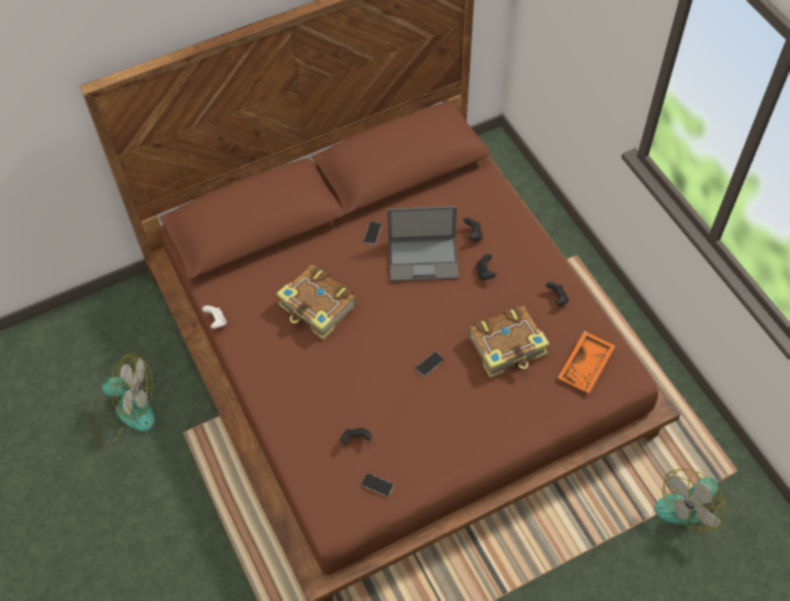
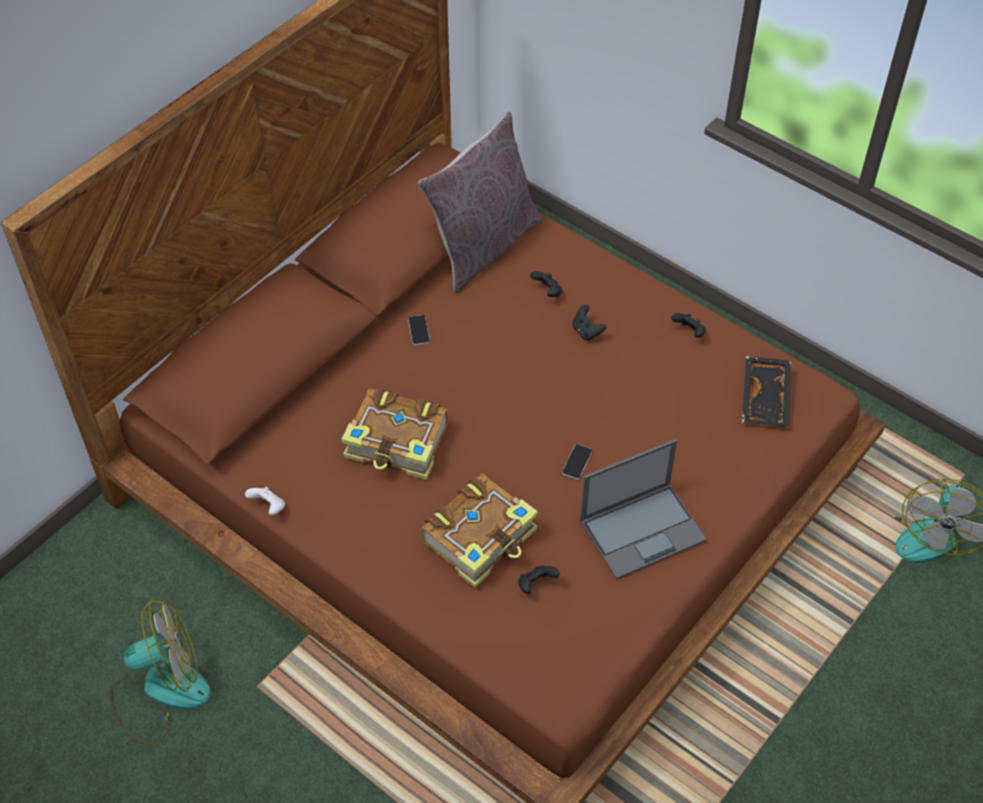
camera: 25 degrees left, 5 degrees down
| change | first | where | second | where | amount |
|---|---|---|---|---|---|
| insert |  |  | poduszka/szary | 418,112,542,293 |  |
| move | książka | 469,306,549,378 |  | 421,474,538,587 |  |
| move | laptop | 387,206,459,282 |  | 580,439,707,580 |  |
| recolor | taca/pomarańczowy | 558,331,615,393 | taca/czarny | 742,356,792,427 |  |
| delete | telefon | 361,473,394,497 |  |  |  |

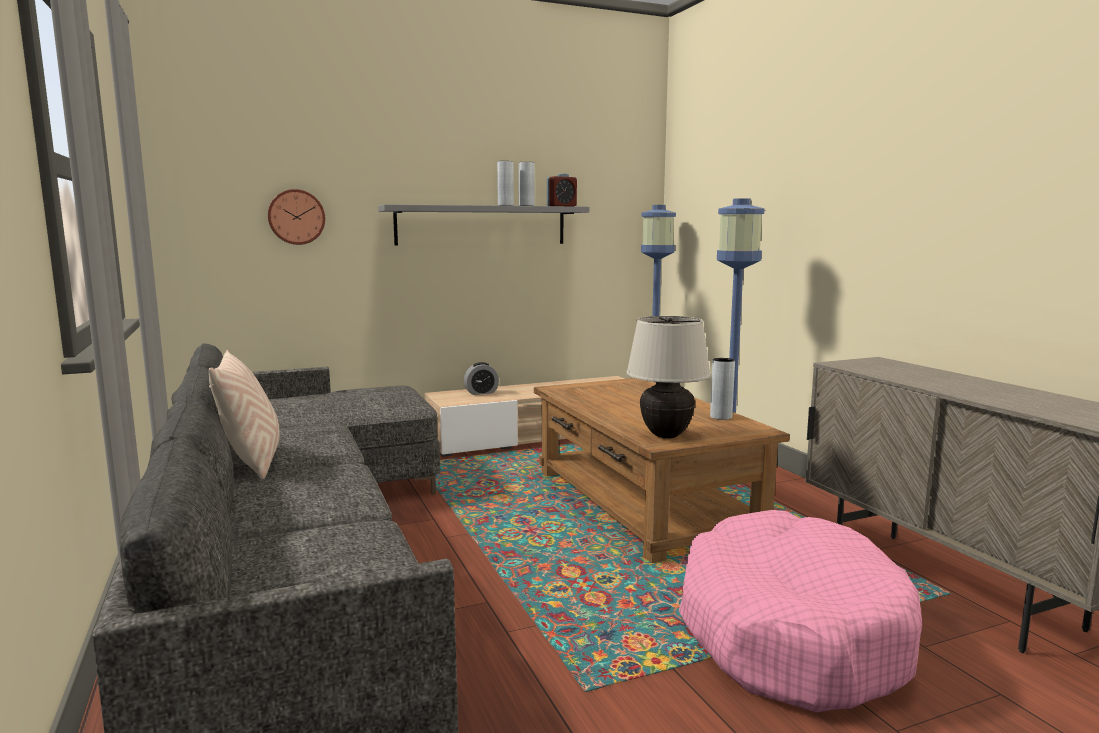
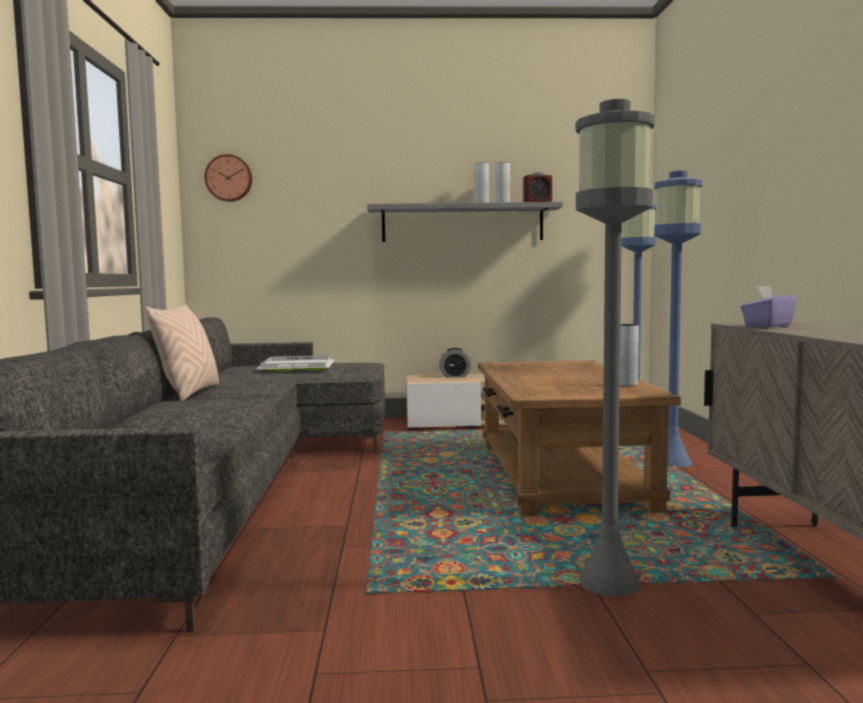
camera: 20 degrees right, 5 degrees down
| change | first | where | second | where | amount |
|---|---|---|---|---|---|
| move | zegar ścienny | 268,189,325,245 |  | 204,154,252,202 |  |
| insert |  |  | taca/biały | 256,355,335,372 |  |
| replace | legowisko/różowy | 679,510,922,712 | lampa stojąca/szary | 575,99,655,596 |  |
| insert |  |  | pudełko chusteczek/fioletowy | 740,285,797,328 |  |
| delete | lampa stołowa/beżowy | 626,316,711,439 |  |  |  |

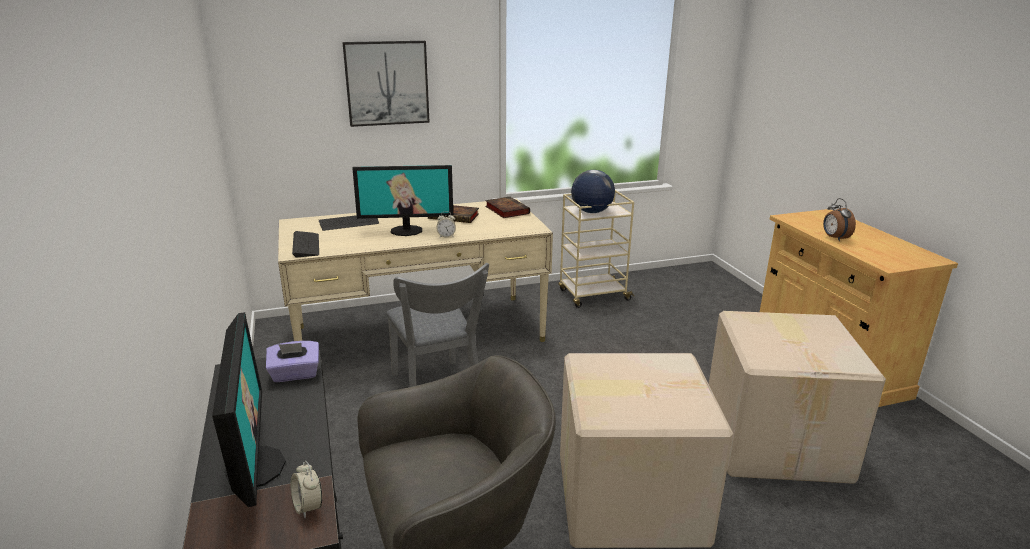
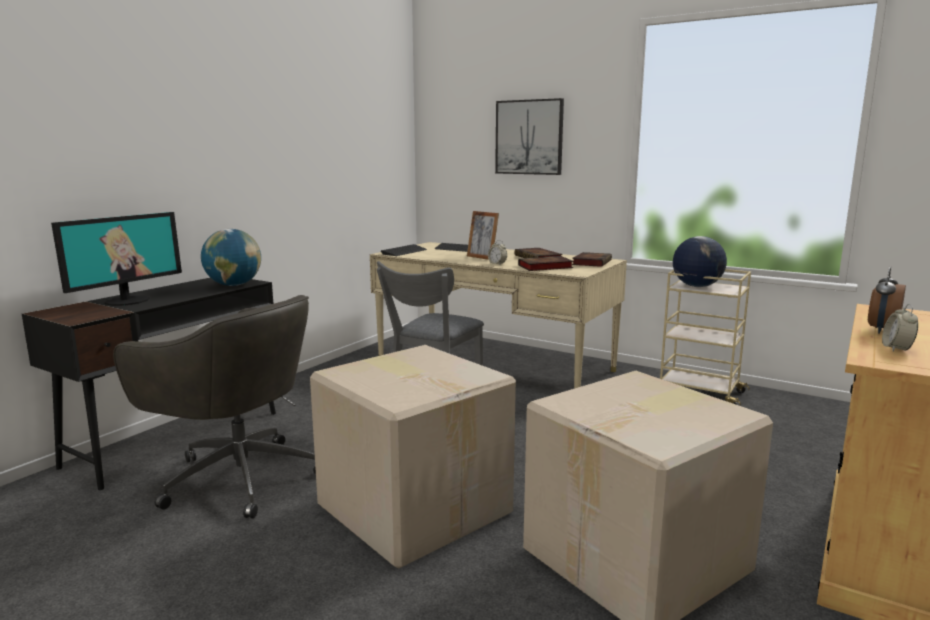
camera: 50 degrees right, 10 degrees down
| change | first | where | second | where | amount |
|---|---|---|---|---|---|
| replace | pudełko chusteczek/fioletowy | 266,341,319,382 | globus | 201,229,261,286 |  |
| replace | monitor | 352,165,453,236 | ramka na zdjęcie | 467,211,499,260 |  |
| insert |  |  | książka | 518,256,573,271 |  |
| move | budzik | 291,461,322,519 |  | 882,304,918,352 |  |

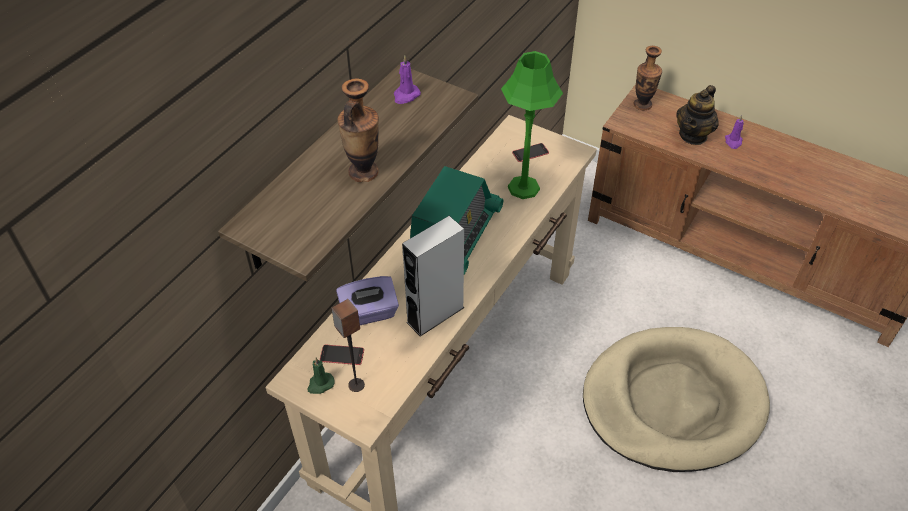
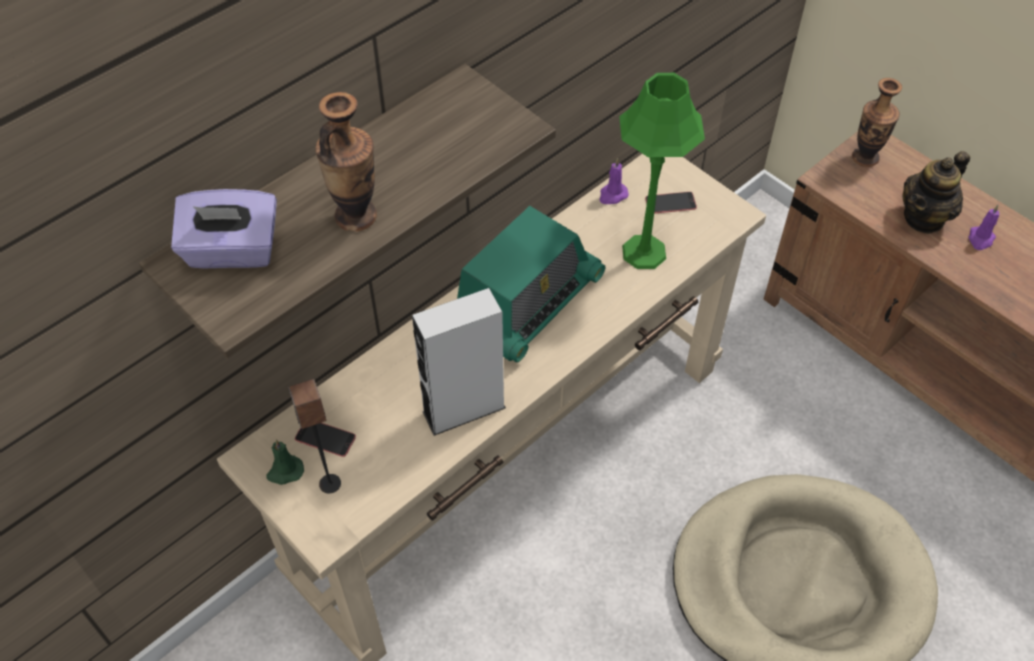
camera: 15 degrees right, 5 degrees up
| change | first | where | second | where | amount |
|---|---|---|---|---|---|
| move | pudełko chusteczek/fioletowy | 336,276,399,325 |  | 171,189,277,268 |  |
| move | świeca/fioletowy | 394,55,421,104 |  | 599,158,629,204 |  |

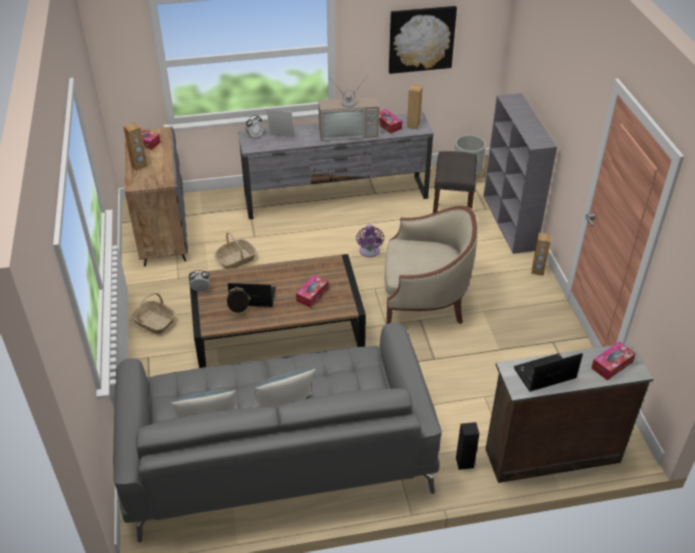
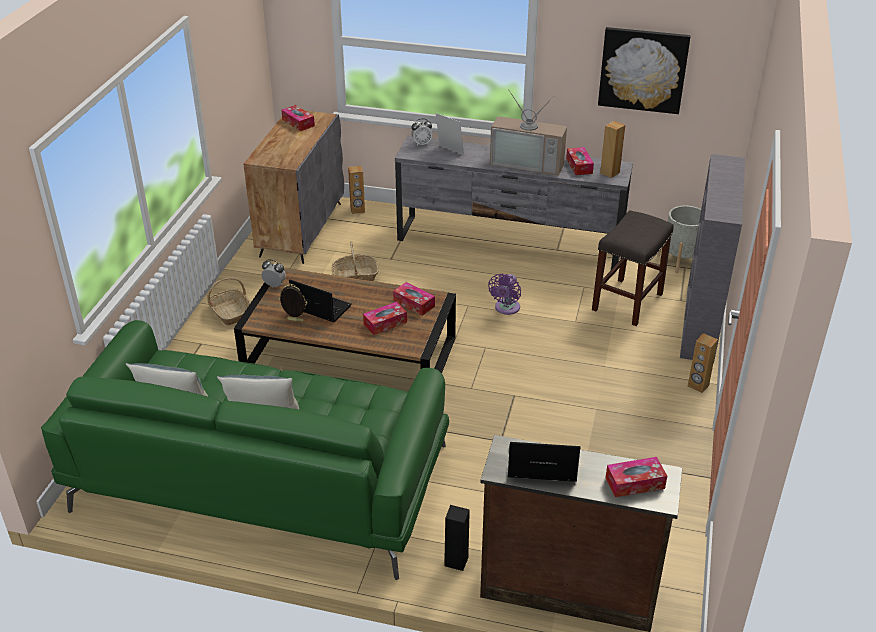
camera: 25 degrees right, 5 degrees down
| change | first | where | second | where | amount |
|---|---|---|---|---|---|
| recolor | kanapa/szary | 113,322,442,543 | kanapa/zielony | 41,320,449,580 |  |
| move | głośnik/brązowy | 123,122,148,171 |  | 348,166,365,214 |  |
| insert |  |  | pudełko chusteczek | 393,282,435,316 |  |
| delete | fotel/beżowy | 384,206,478,324 |  |  |  |

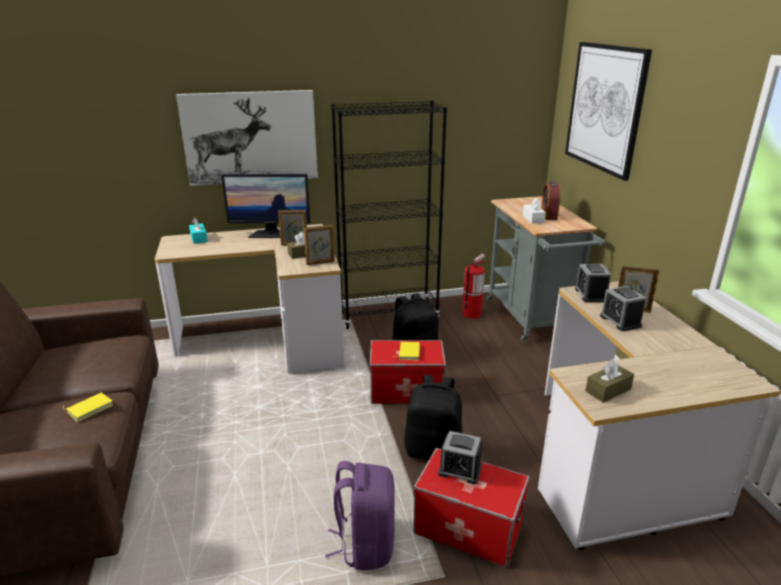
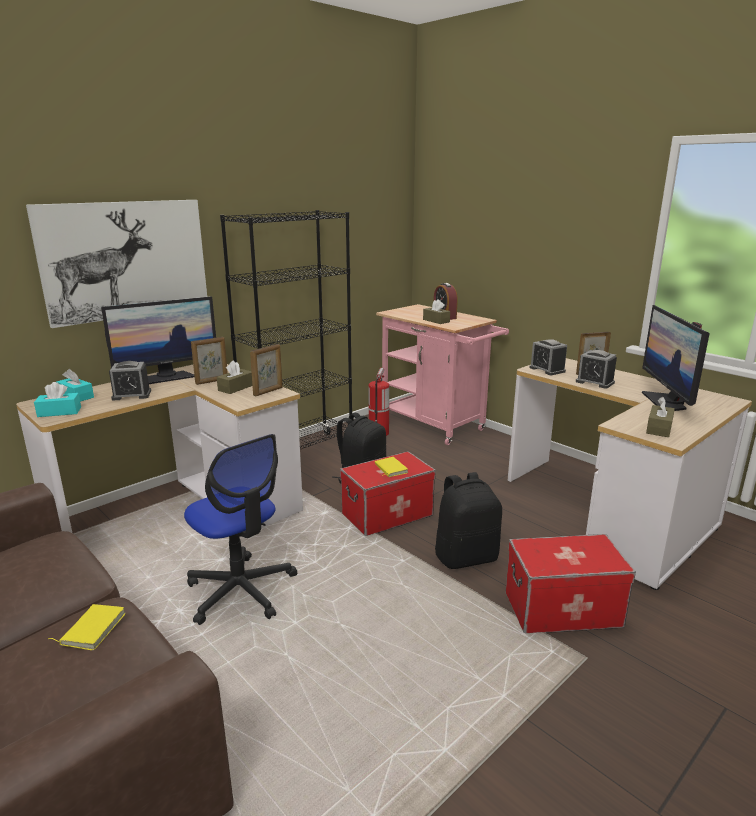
camera: 30 degrees left, 5 degrees down
| change | first | where | second | where | amount |
|---|---|---|---|---|---|
| insert |  |  | pudełko chusteczek/turkusowy | 34,382,81,417 |  |
| move | budzik | 438,431,482,484 |  | 109,361,151,401 |  |
| insert |  |  | krzesło biurowe | 184,434,297,625 |  |
| recolor | wózek/szary | 486,196,605,342 | wózek/różowy | 376,304,509,445 |  |
| recolor | pudełko chusteczek/biały | 523,198,546,224 | pudełko chusteczek/brązowy | 423,299,450,324 |  |
| insert |  |  | monitor | 642,305,710,411 |  |
| delete | plecak/fioletowy | 325,461,395,570 |  |  |  |
| delete | obraz | 565,42,652,181 |  |  |  |

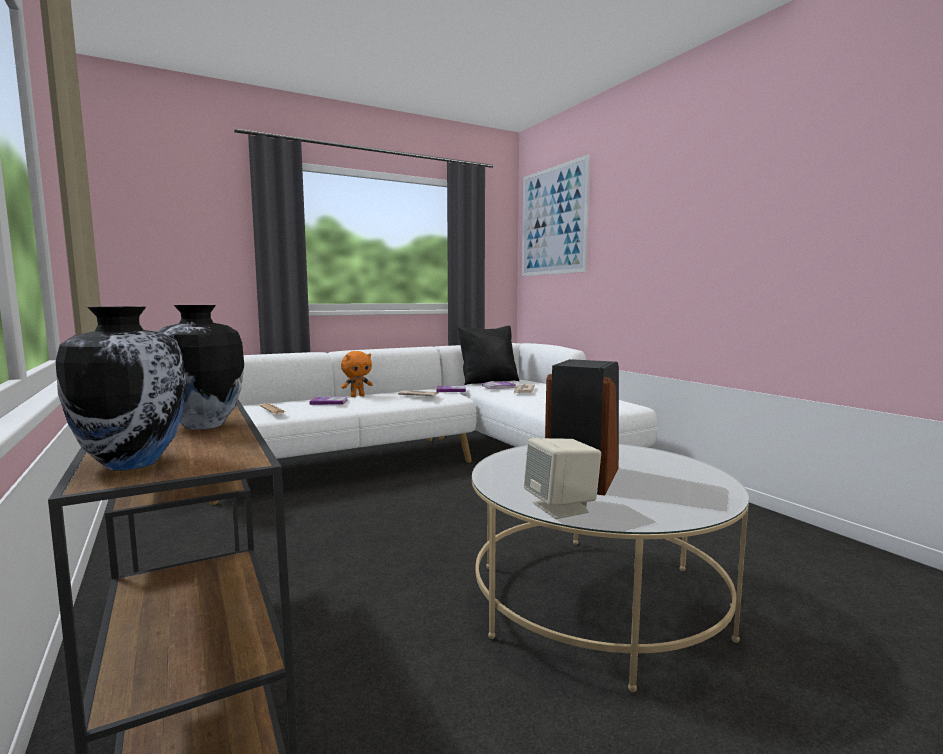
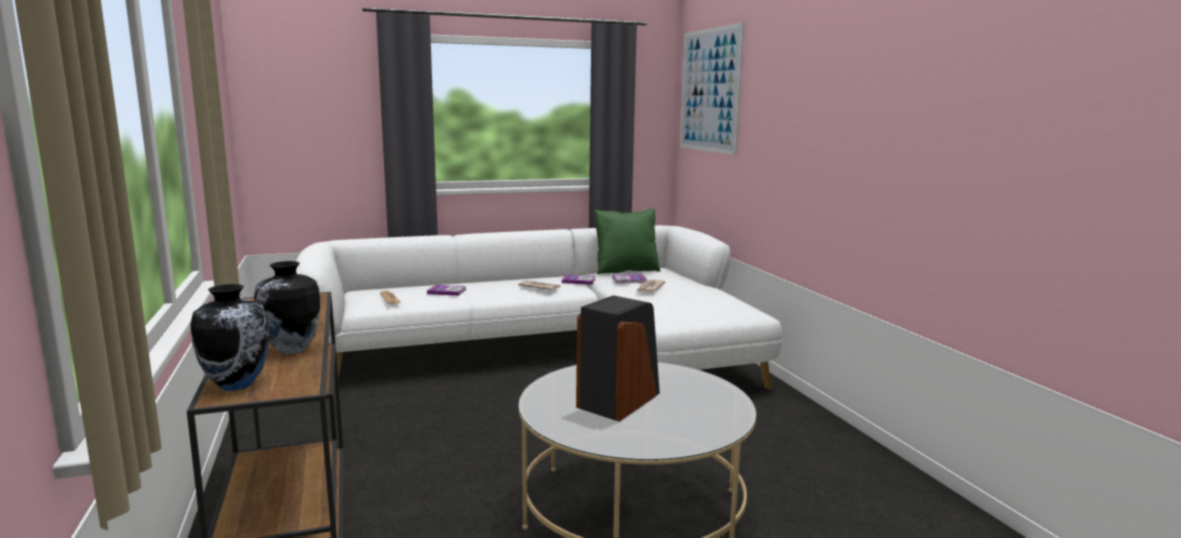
camera: 10 degrees right, 5 degrees up
| change | first | where | second | where | amount |
|---|---|---|---|---|---|
| recolor | poduszka/czarny | 458,326,519,385 | poduszka/zielony | 594,209,661,274 |  |
| delete | pluszak/pomarańczowy | 341,351,373,397 |  |  |  |
| delete | głośnik/beżowy | 524,438,601,519 |  |  |  |

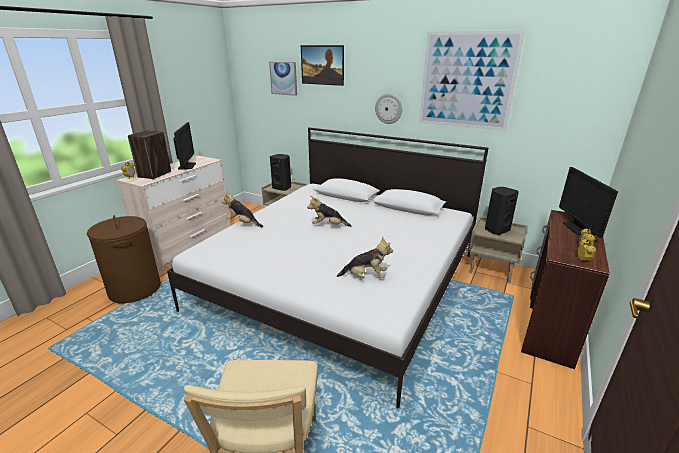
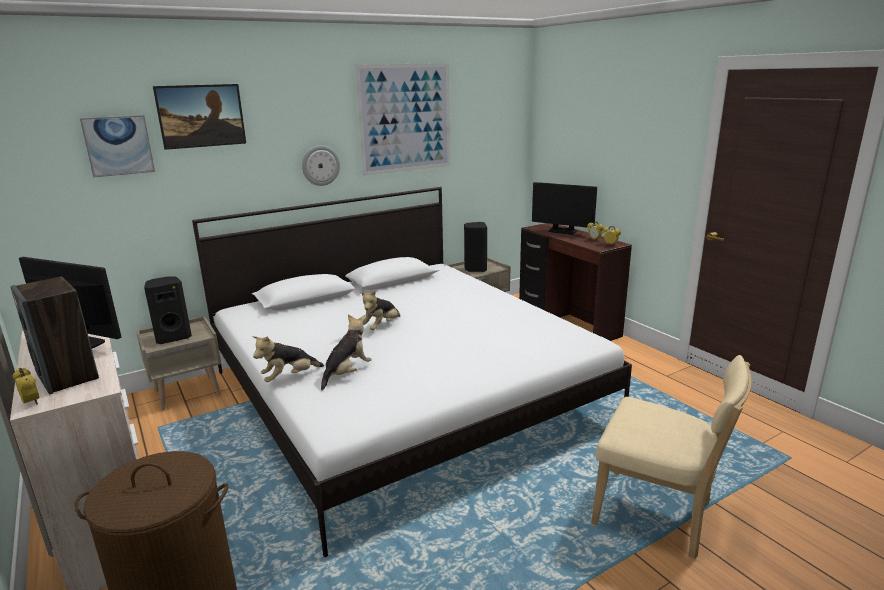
camera: 60 degrees left, 5 degrees down
| change | first | where | second | where | amount |
|---|---|---|---|---|---|
| move | pluszak | 337,237,393,278 |  | 321,314,371,390 |  |

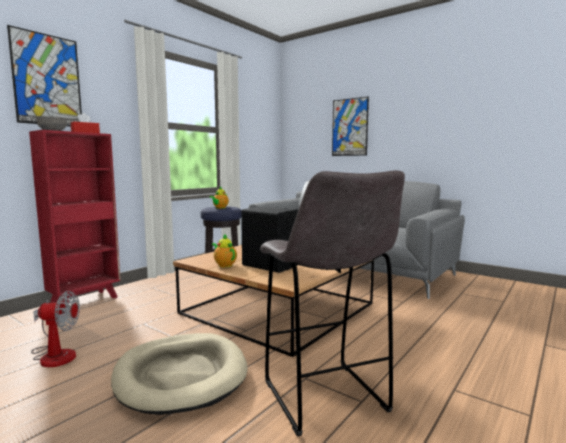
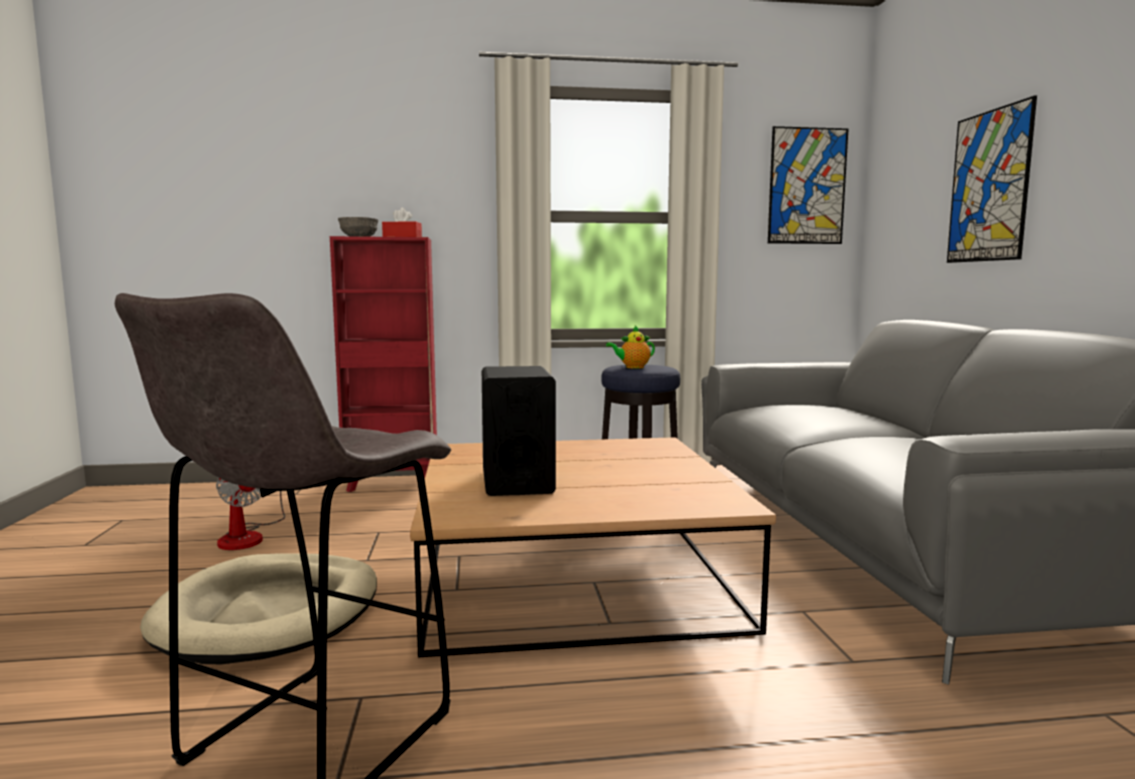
camera: 45 degrees right, 0 degrees up
| change | first | where | second | where | amount |
|---|---|---|---|---|---|
| move | obraz | 7,25,82,126 |  | 768,126,848,244 |  |
| delete | imbryk | 212,234,237,267 |  |  |  |

